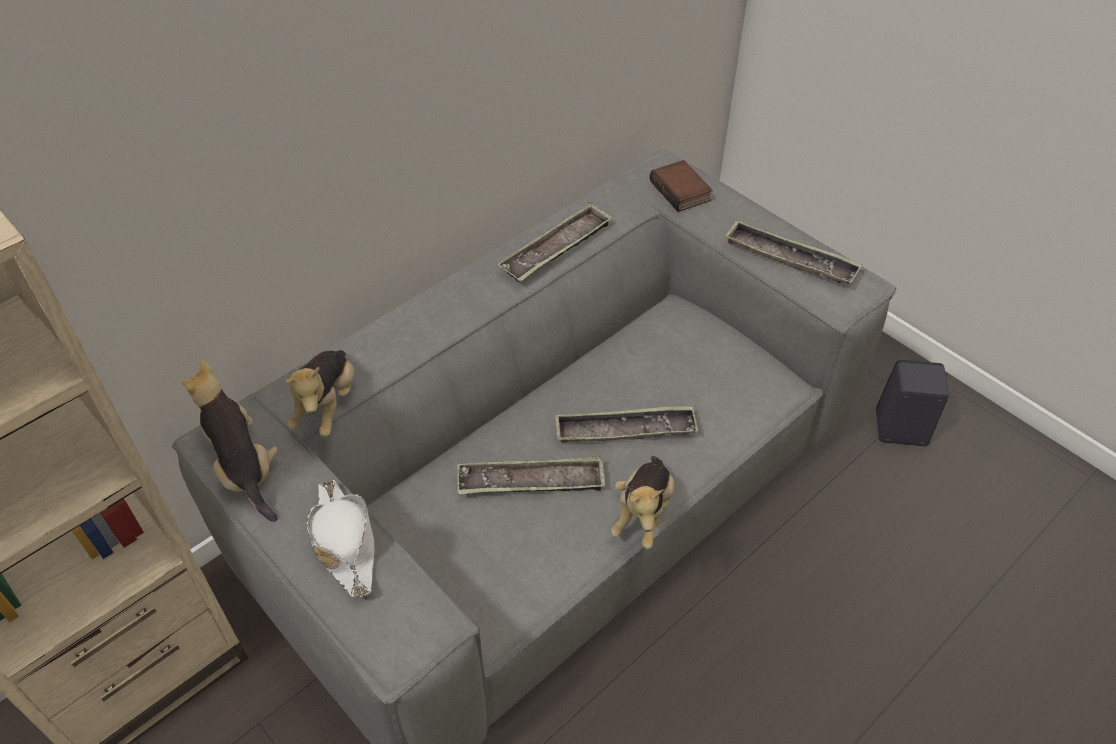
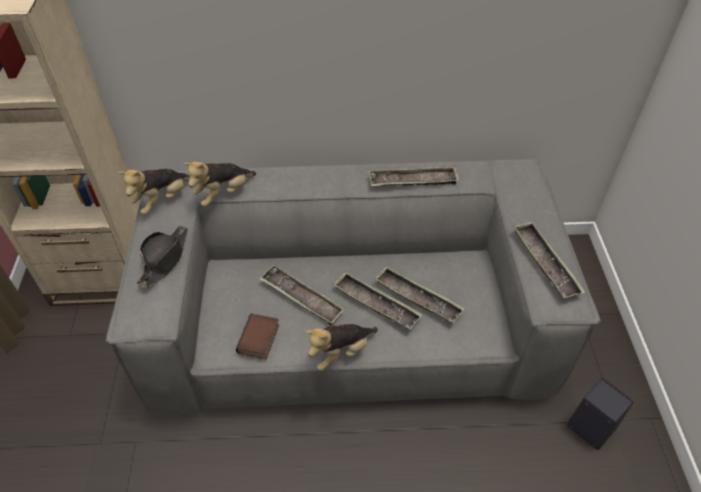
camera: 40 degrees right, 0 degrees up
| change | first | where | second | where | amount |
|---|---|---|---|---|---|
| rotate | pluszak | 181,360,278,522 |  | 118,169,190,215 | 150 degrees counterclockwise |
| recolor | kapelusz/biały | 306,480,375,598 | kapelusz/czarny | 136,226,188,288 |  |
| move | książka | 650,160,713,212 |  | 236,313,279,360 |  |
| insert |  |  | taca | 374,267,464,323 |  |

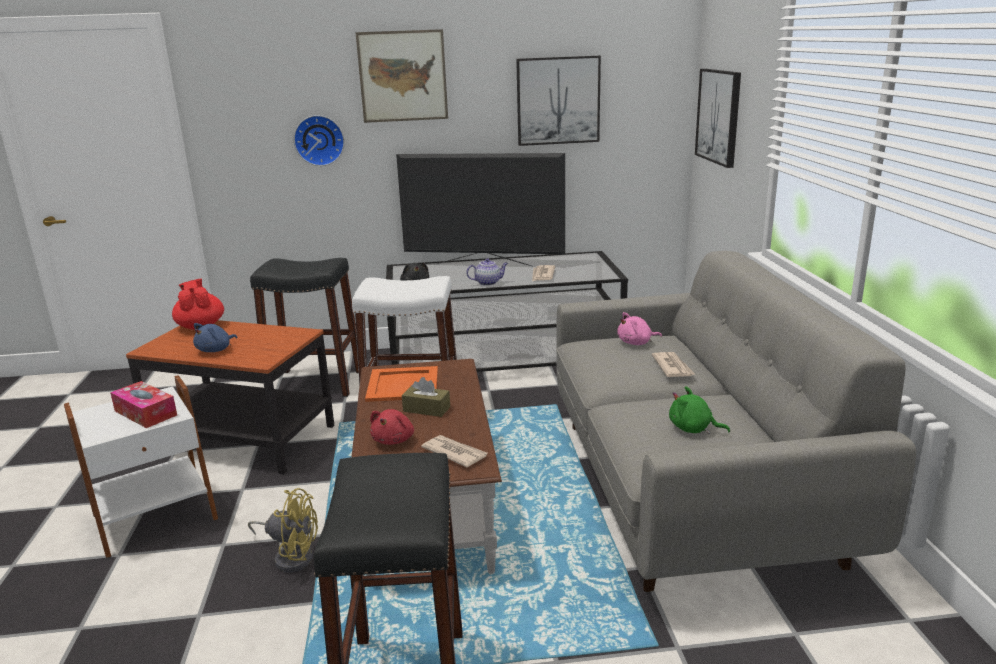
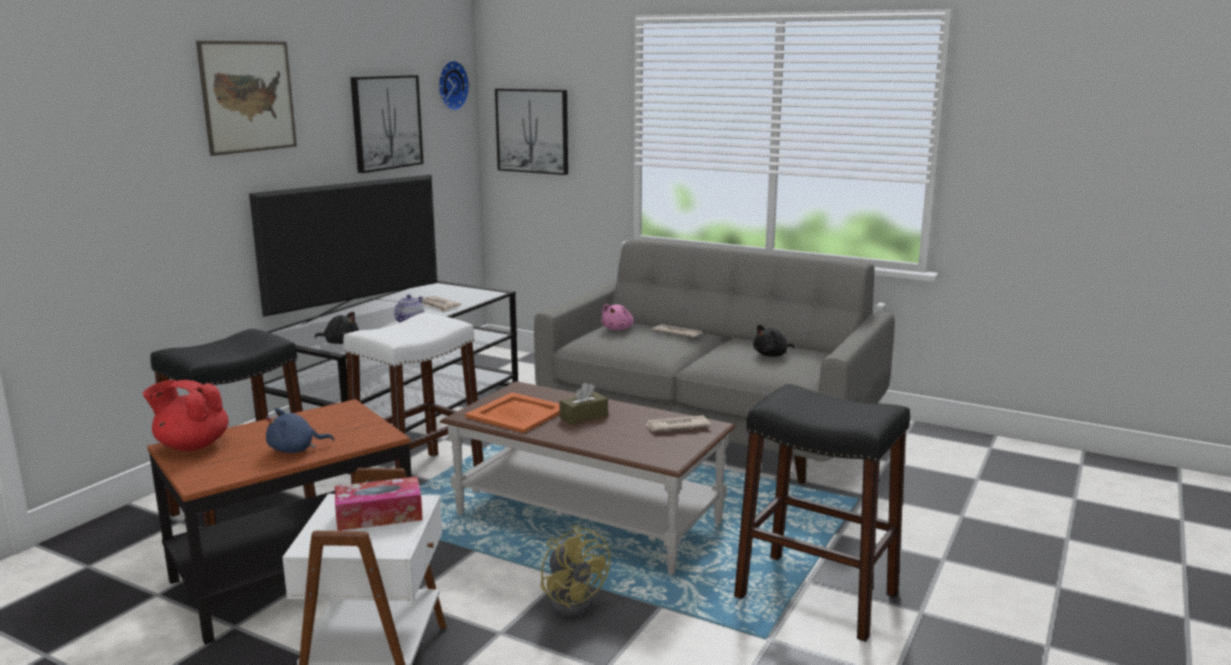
camera: 55 degrees left, 5 degrees down
| change | first | where | second | where | amount |
|---|---|---|---|---|---|
| rotate | pluszak/niebieski | 193,323,237,352 |  | 265,408,334,453 | 90 degrees clockwise |
| move | zegar ścienny | 294,115,345,166 |  | 438,60,470,111 |  |
| rotate | wentylator/żółty | 248,488,318,572 |  | 540,525,610,617 | 105 degrees clockwise |
| recolor | pluszak/zielony | 669,386,730,434 | pluszak/czarny | 753,325,794,357 |  |
| delete | pluszak/czerwony | 370,409,414,445 |  |  |  |

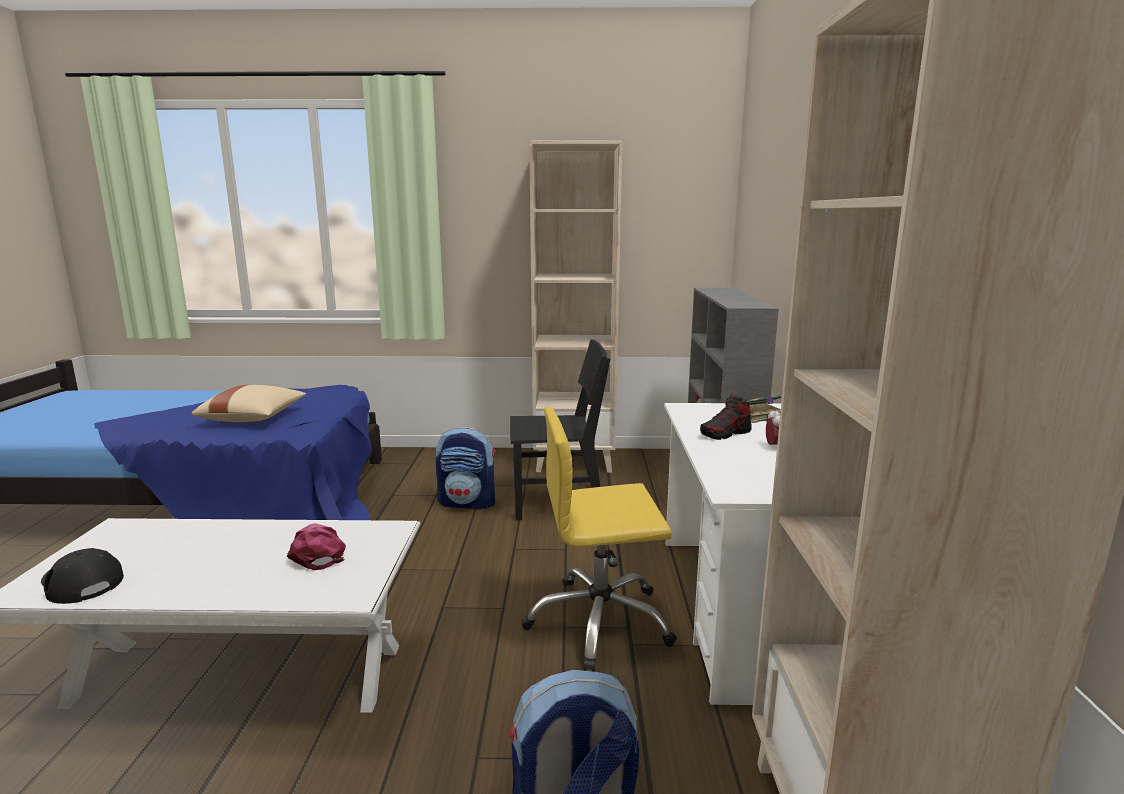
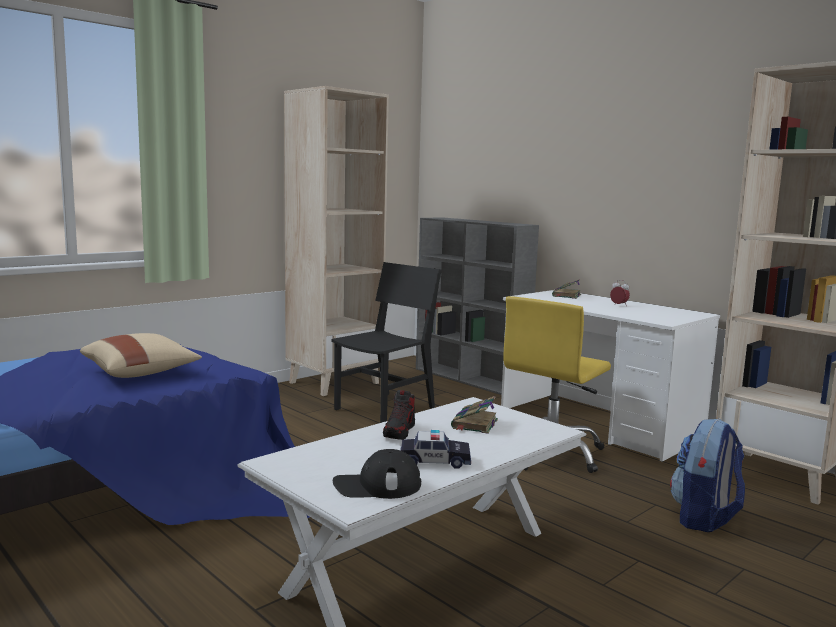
camera: 45 degrees left, 5 degrees down
| change | first | where | second | where | amount |
|---|---|---|---|---|---|
| move | but | 700,394,752,440 |  | 383,390,415,440 |  |
| insert |  |  | samochodzik | 400,430,471,469 |  |
| replace | czapka z daszkiem/różowy | 287,523,346,570 | książka | 451,396,498,434 |  |
| delete | plecak | 435,427,496,509 |  |  |  |

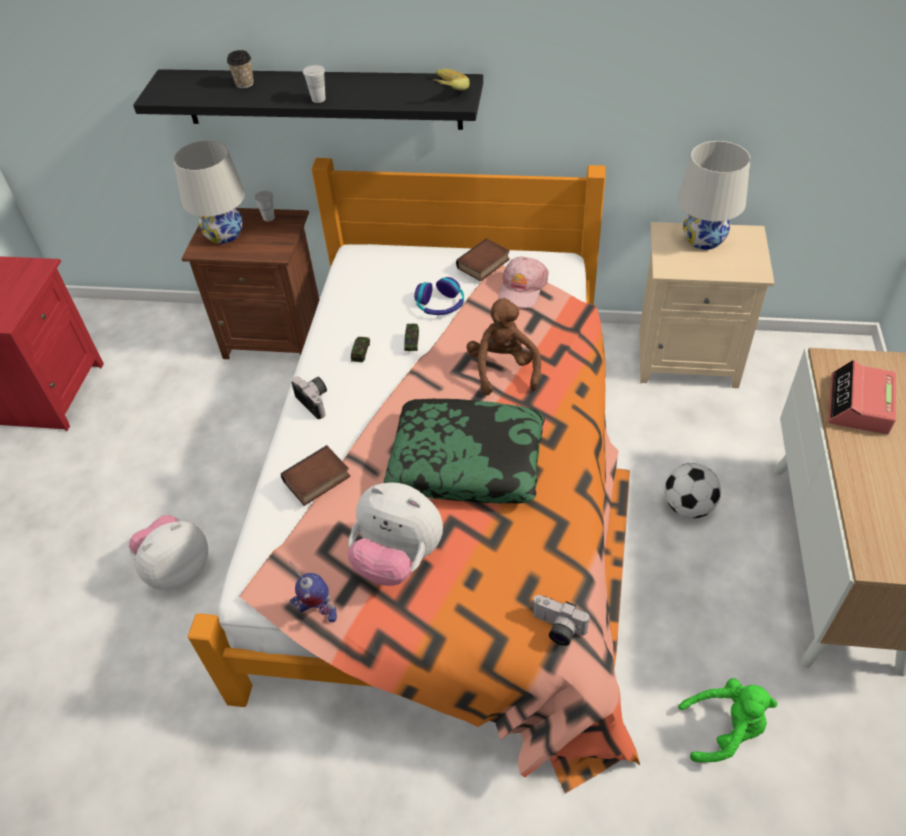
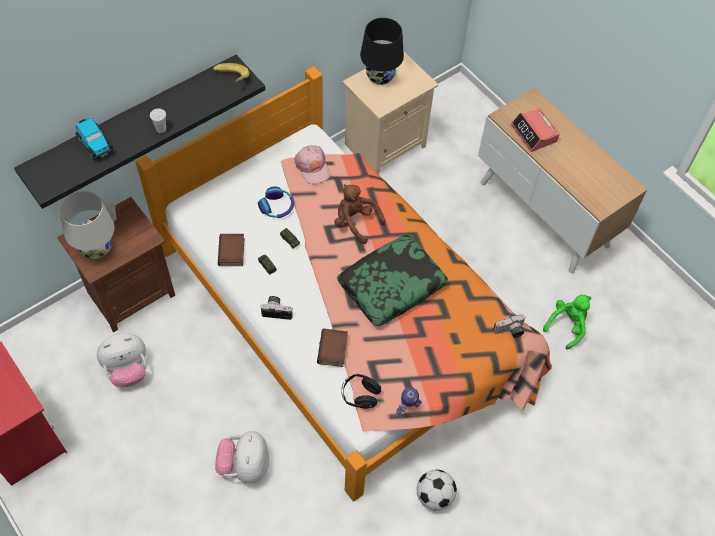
camera: 50 degrees left, 10 degrees up
| change | first | where | second | where | amount |
|---|---|---|---|---|---|
| replace | filiżanka | 227,50,254,88 | samochodzik | 75,118,114,160 |  |
| move | pluszak | 347,483,443,586 |  | 97,333,146,387 |  |
| move | książka | 456,238,510,281 |  | 218,234,244,266 |  |
| insert |  |  | słuchawki/czarny | 341,374,381,409 |  |
| recolor | lampa stołowa/biały | 678,141,751,250 | lampa stołowa/czarny | 360,18,404,85 |  |
| move | piłka futbolowa | 664,463,721,518 |  | 417,470,457,511 |  |

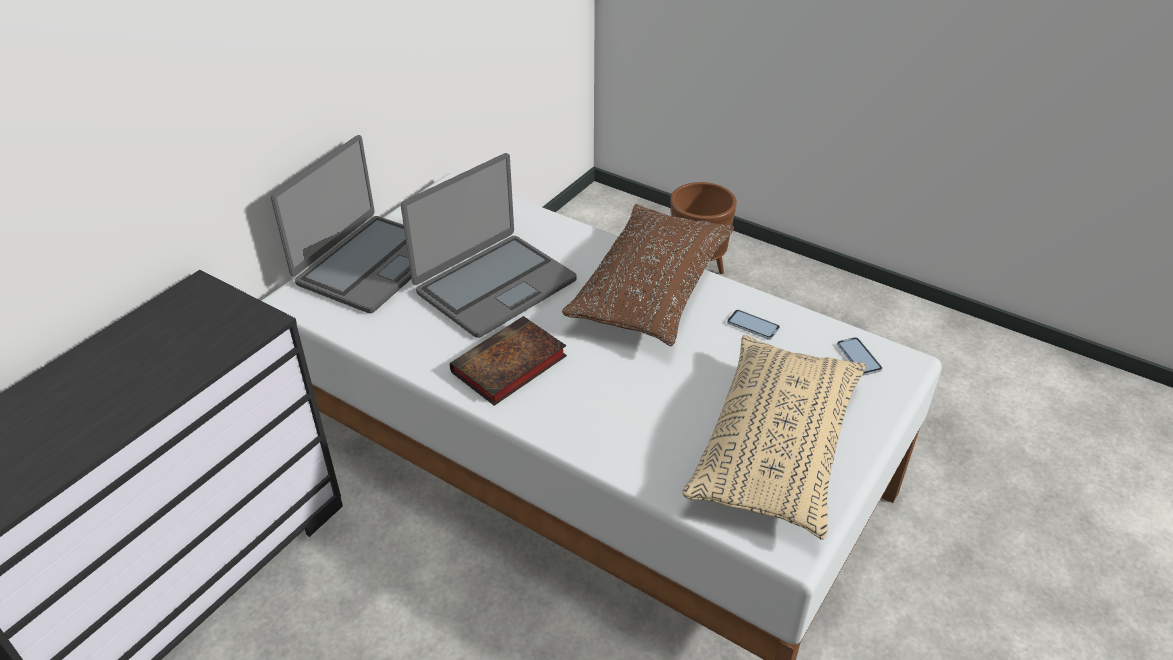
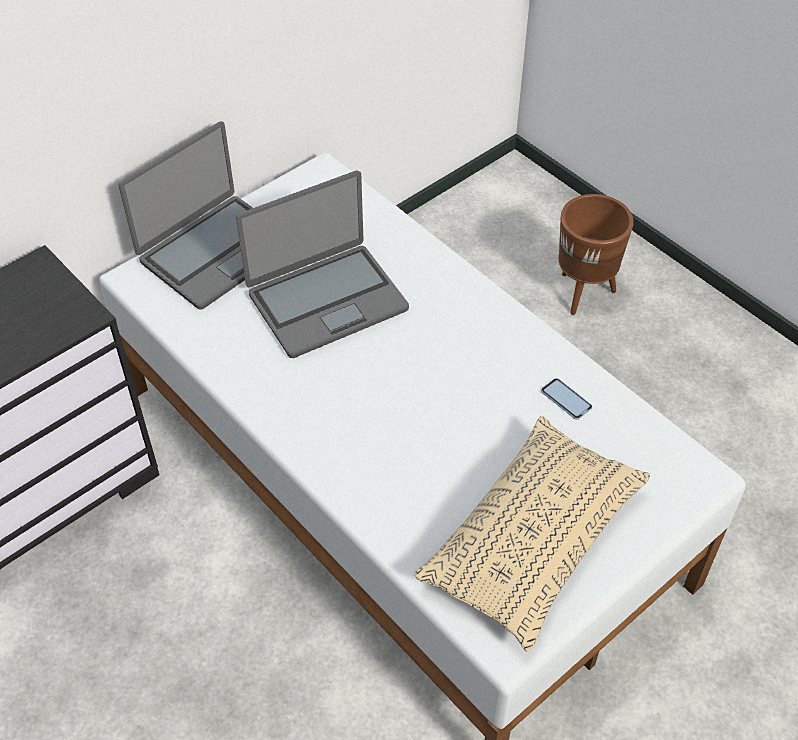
camera: 15 degrees right, 10 degrees up
| change | first | where | second | where | amount |
|---|---|---|---|---|---|
| delete | książka | 450,316,567,406 |  |  |  |
| delete | poduszka/brązowy | 562,204,734,346 |  |  |  |
| delete | telefon | 837,337,883,375 |  |  |  |

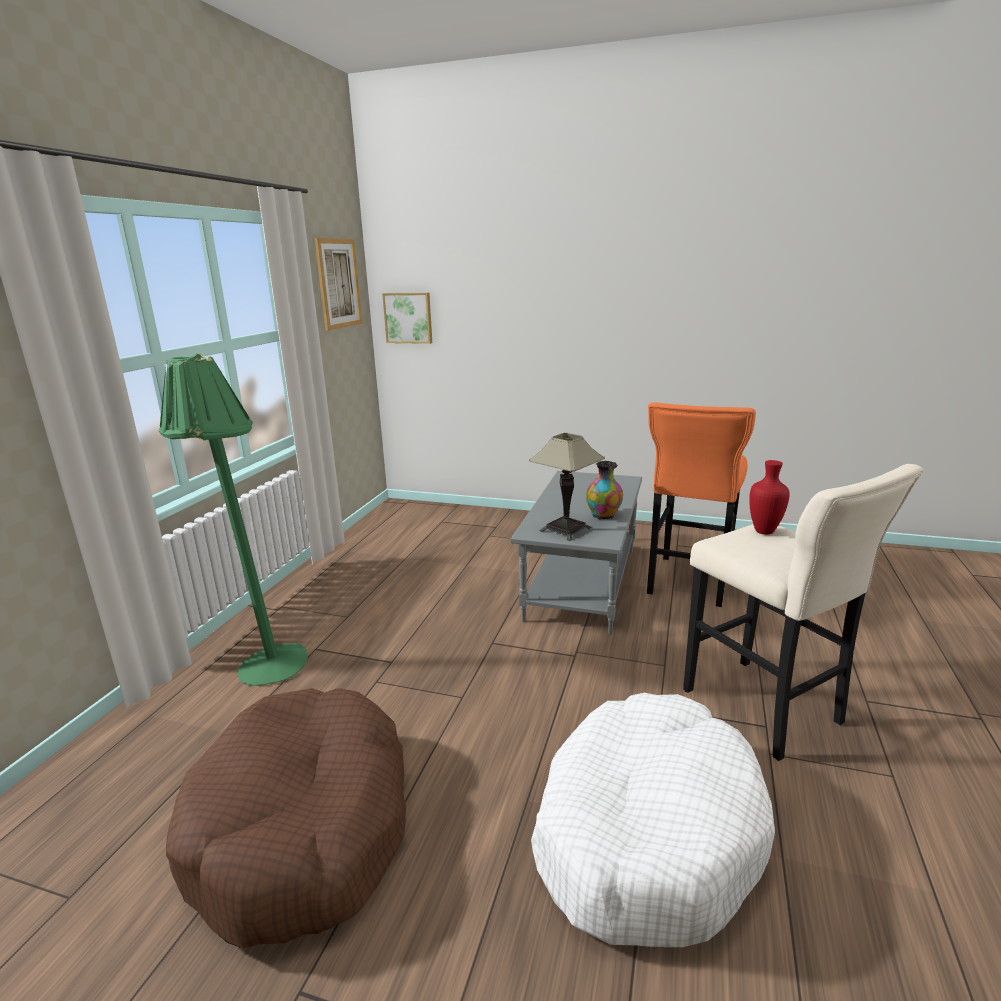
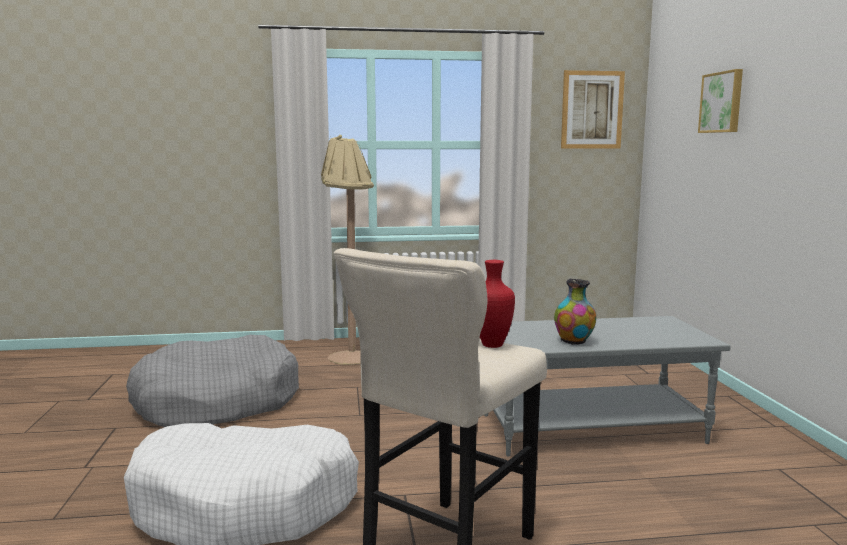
camera: 65 degrees right, 10 degrees down
| change | first | where | second | where | amount |
|---|---|---|---|---|---|
| recolor | legowisko/brązowy | 166,688,406,949 | legowisko/szary | 126,335,299,427 |  |
| recolor | lampa stojąca/zielony | 159,353,308,686 | lampa stojąca/beżowy | 321,135,374,365 |  |
| move | obraz | 382,293,432,344 |  | 698,69,743,133 |  |
| delete | lampa stołowa | 529,433,605,541 |  |  |  |
| delete | stołek/pomarańczowy | 647,403,756,607 |  |  |  |

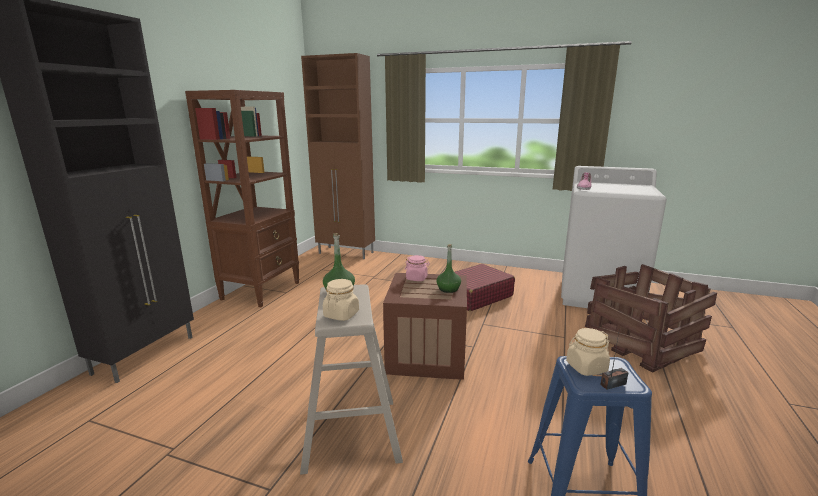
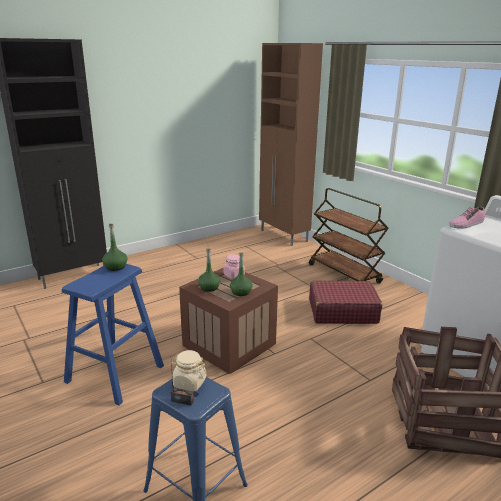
camera: 35 degrees right, 5 degrees up
| change | first | where | second | where | amount |
|---|---|---|---|---|---|
| recolor | stołek/beżowy | 300,285,403,475 | stołek/niebieski | 62,264,164,406 |  |
| insert |  |  | butelka/zielony | 198,248,221,292 |  |
| insert |  |  | wózek/brązowy | 309,188,389,283 |  |
| delete | regał/brązowy | 185,90,300,307 |  |  |  |
| delete | słoik/beżowy | 323,279,359,321 |  |  |  |

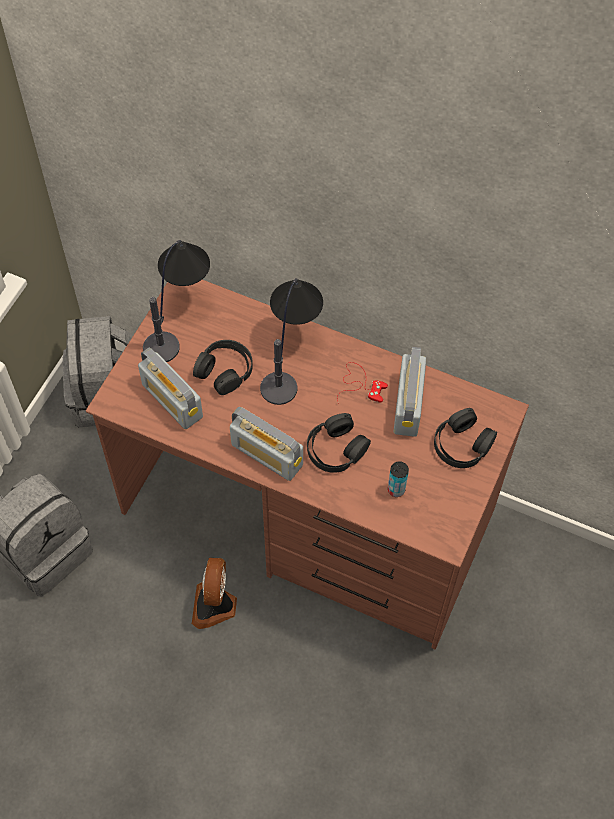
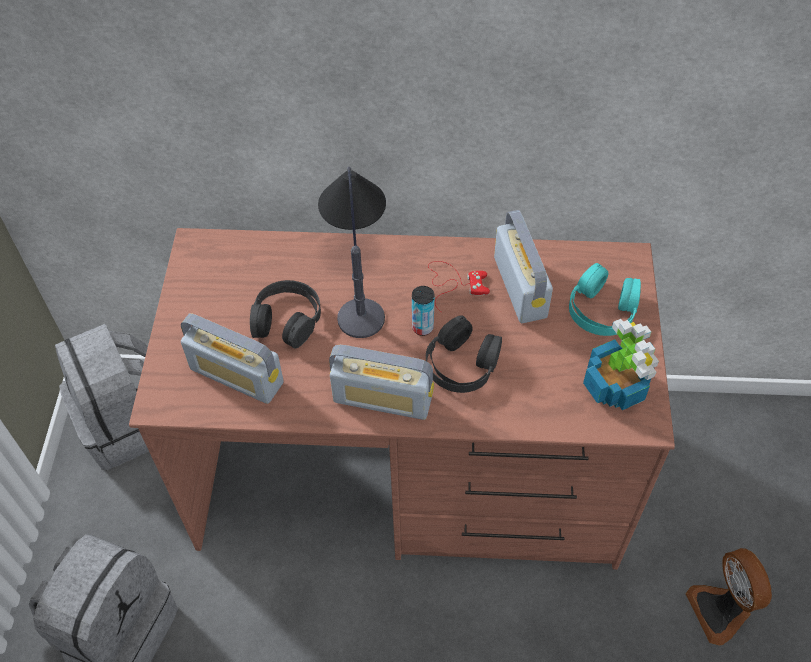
camera: 20 degrees left, 5 degrees down
| change | first | where | second | where | amount |
|---|---|---|---|---|---|
| move | puszka | 388,461,409,497 |  | 412,286,434,336 |  |
| recolor | słuchawki/czarny | 434,408,497,468 | słuchawki/turkusowy | 569,263,641,336 |  |
| insert |  |  | roślina doniczkowa | 583,319,659,410 |  |
| move | wentylator | 192,557,237,629 |  | 685,548,772,645 |  |
| delete | lampa stołowa | 143,240,210,362 |  |  |  |

